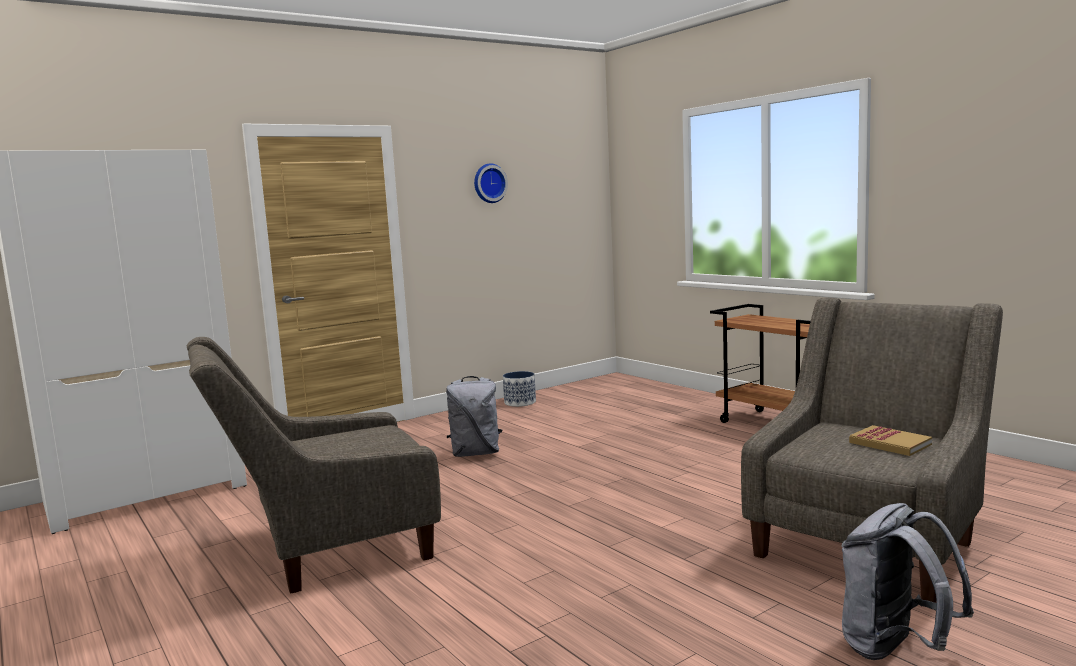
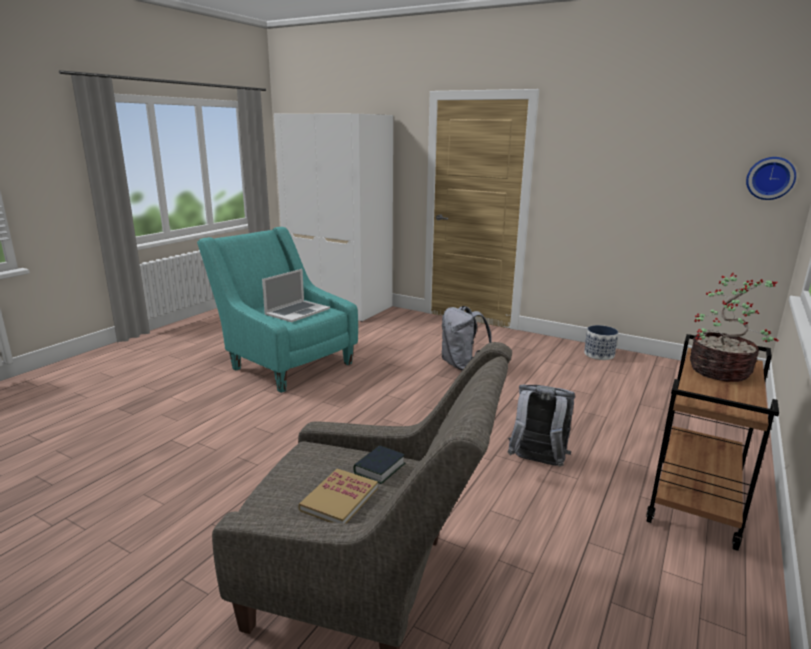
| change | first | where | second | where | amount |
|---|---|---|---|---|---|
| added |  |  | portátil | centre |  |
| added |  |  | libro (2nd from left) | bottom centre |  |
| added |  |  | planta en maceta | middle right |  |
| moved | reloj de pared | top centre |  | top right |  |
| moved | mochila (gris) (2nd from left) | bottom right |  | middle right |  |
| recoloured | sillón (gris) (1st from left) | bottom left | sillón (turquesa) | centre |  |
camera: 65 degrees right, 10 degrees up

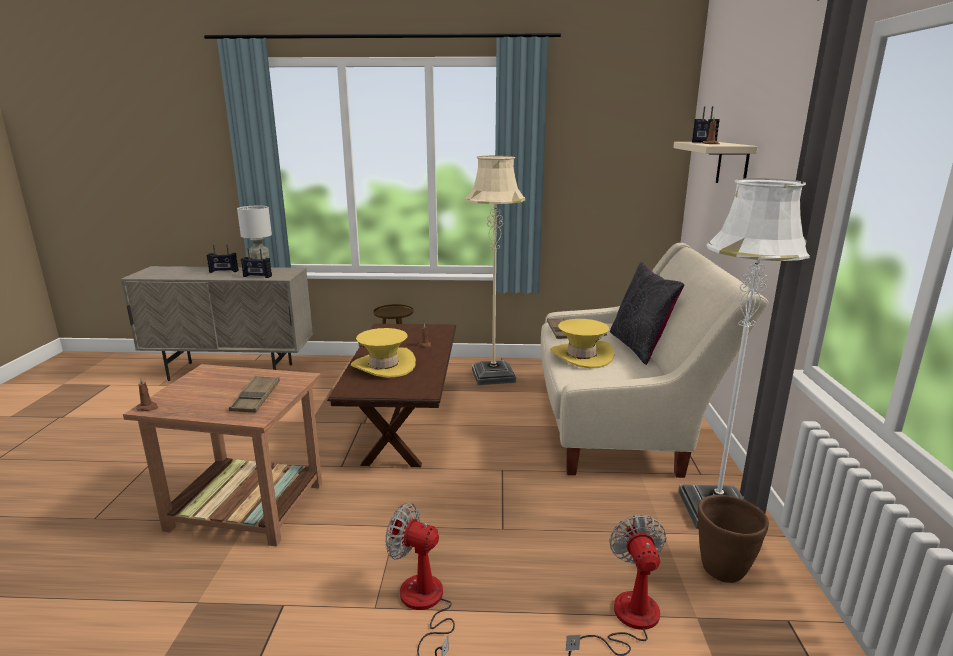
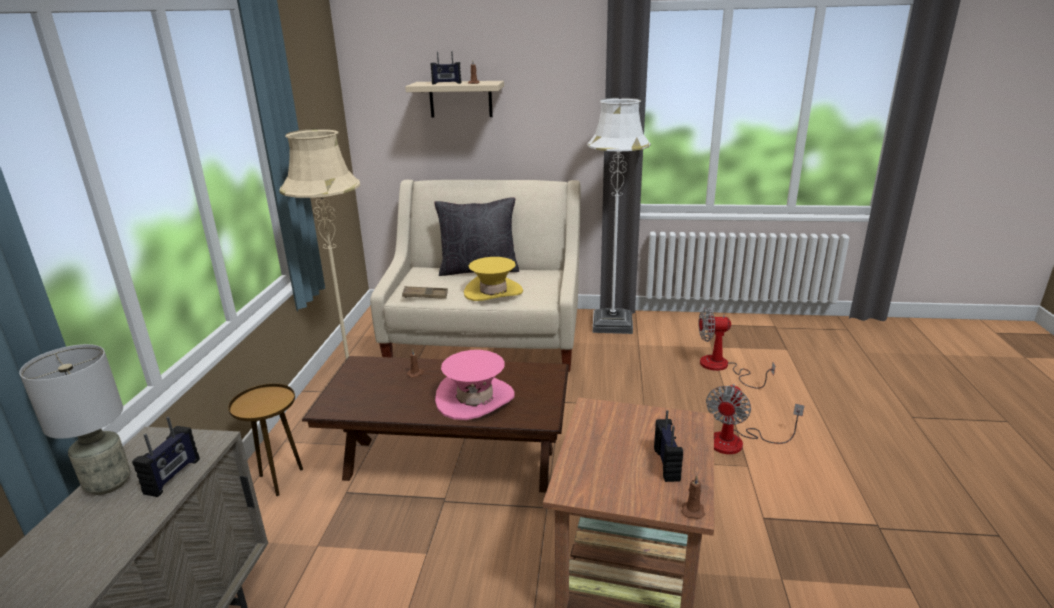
| change | first | where | second | where | amount |
|---|---|---|---|---|---|
| removed | bandeja (marrón) (1st from left) | middle left |  |  |  |
| removed | maceta (marrón) | bottom right |  |  |  |
| moved | radio (1st from left in the first image) | middle left | radio (3rd from left) | bottom centre |  |
| recoloured | sombrero (amarillo) (1st from left) | centre | sombrero (rosa) | centre |  |
camera: 85 degrees left, 5 degrees up

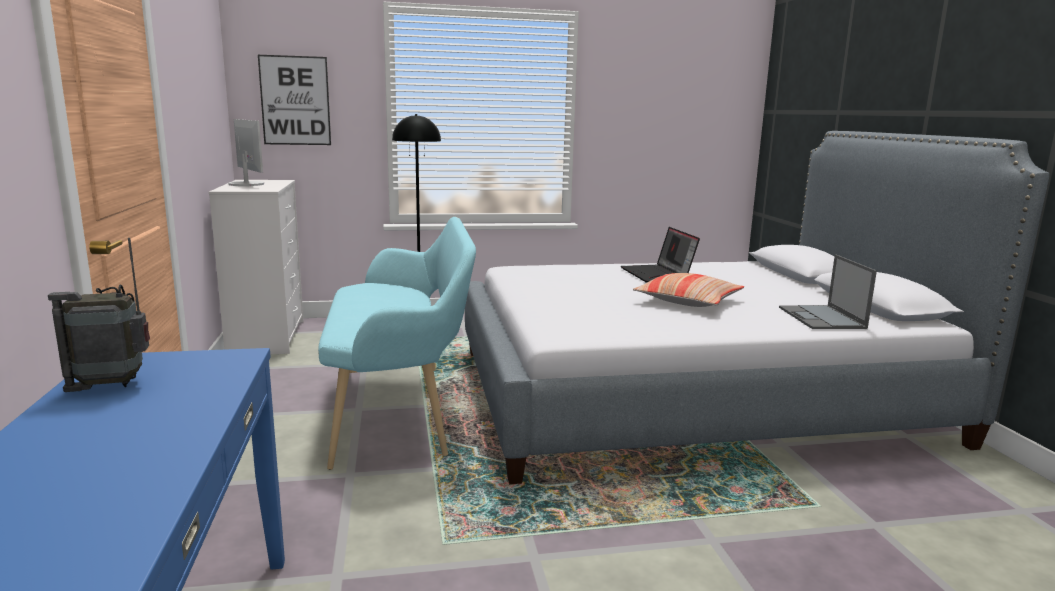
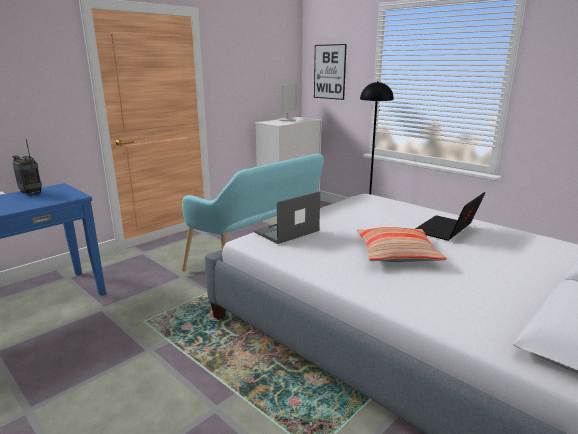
| change | first | where | second | where | amount |
|---|---|---|---|---|---|
| moved | portátil (2nd from left in the first image) | middle right | portátil (1st from left) | centre |  |
camera: 55 degrees right, 5 degrees up

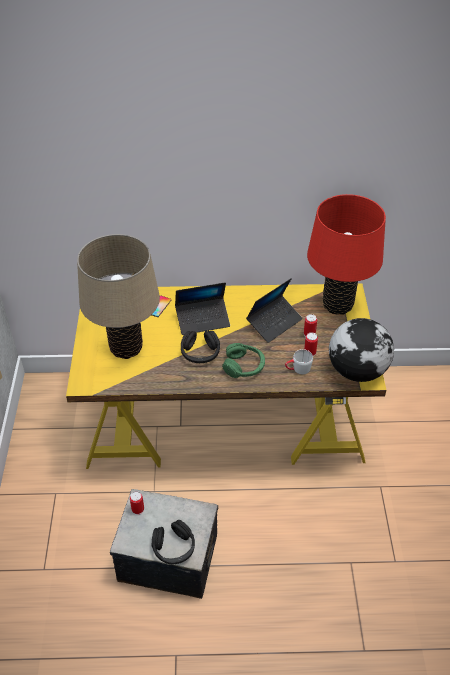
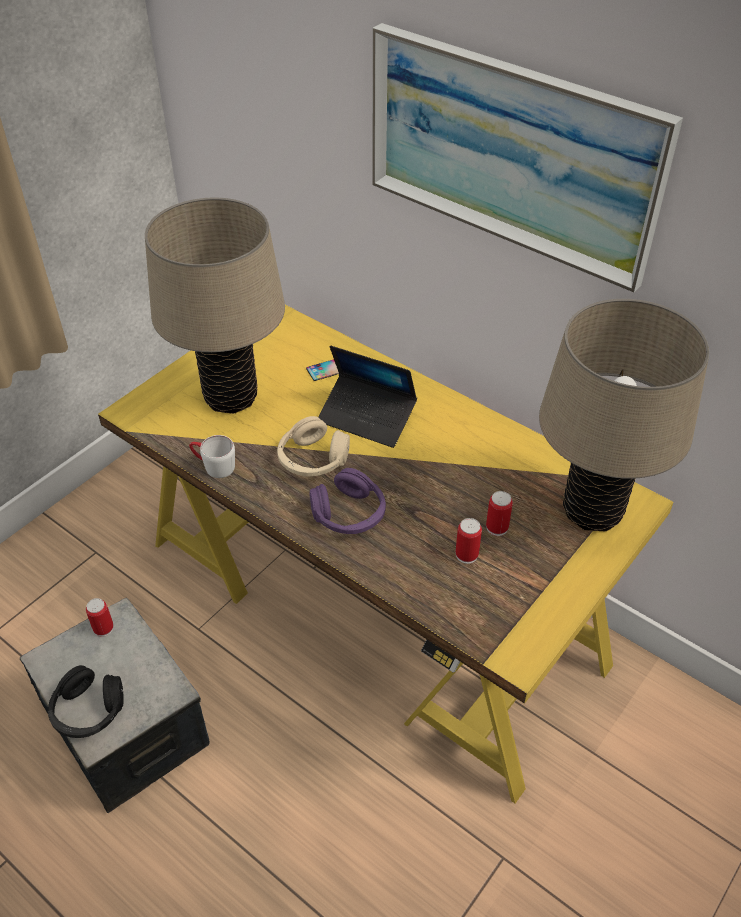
| change | first | where | second | where | amount |
|---|---|---|---|---|---|
| removed | portátil (2nd from left) | centre |  |  |  |
| removed | globo terráqueo | middle right |  |  |  |
| added |  |  | cuadro | top right |  |
| moved | taza grande (blanco) | centre |  | middle left |  |
| recoloured | auriculares (negro) (2nd from left) | centre | auriculares (beis) | centre |  |
| recoloured | auriculares (verde) | centre | auriculares (morado) | centre |  |
| recoloured | lámpara de mesa (rojo) | middle right | lámpara de mesa (beis) (2nd from left) | middle right |  |
camera: 40 degrees right, 0 degrees up

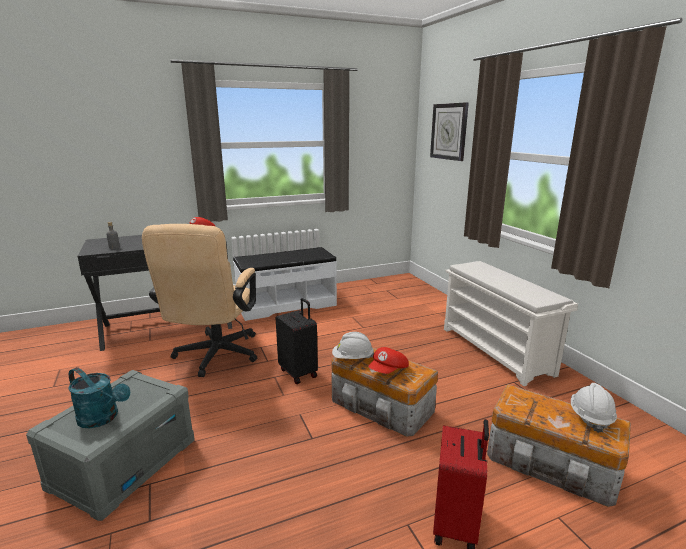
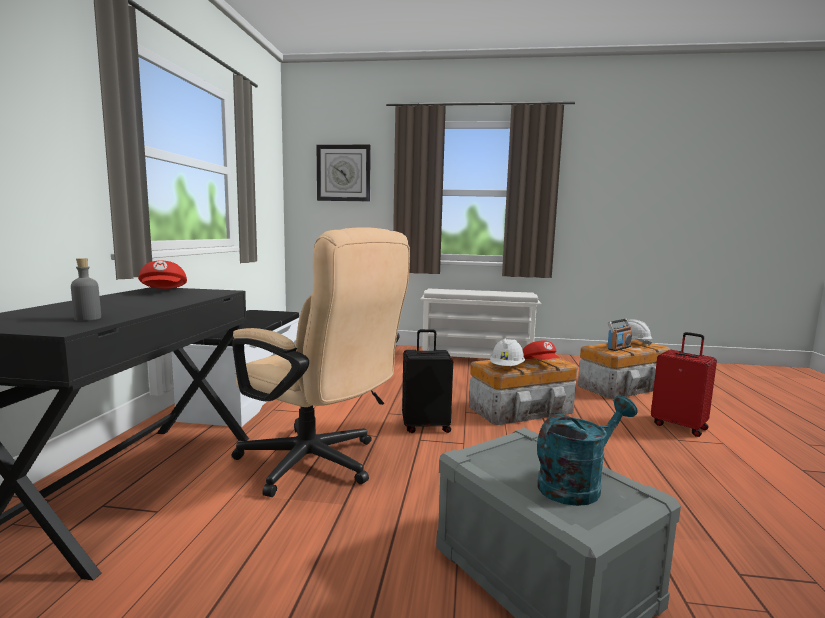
| change | first | where | second | where | amount |
|---|---|---|---|---|---|
| added |  |  | radio | middle right |  |
camera: 60 degrees left, 10 degrees down

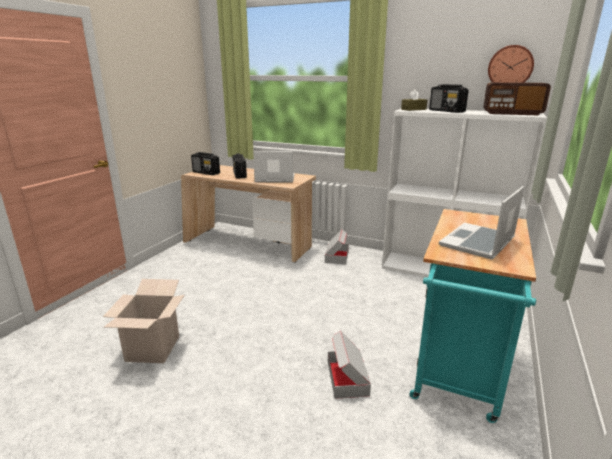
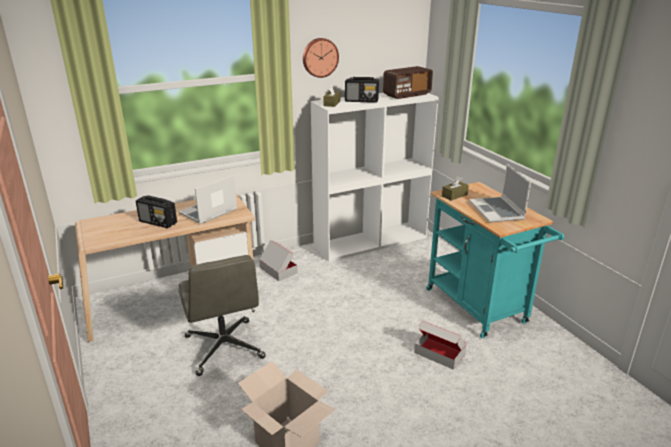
| change | first | where | second | where | amount |
|---|---|---|---|---|---|
| removed | radio (1st from left) | centre |  |  |  |
| added |  |  | silla de oficina (gris) | bottom left |  |
| added |  |  | caja de pañuelos (marrón) (2nd from left) | middle right |  |
| moved | reloj de pared | top right |  | top centre |  |
camera: 50 degrees left, 5 degrees up

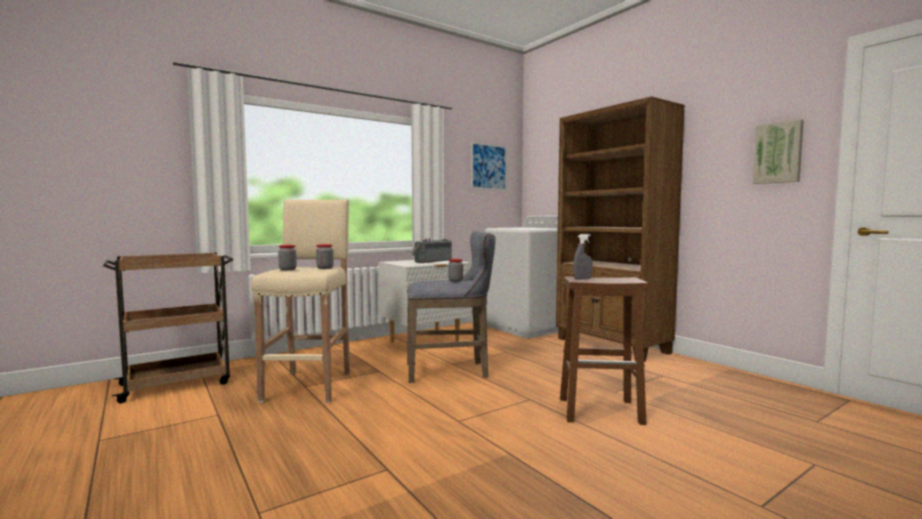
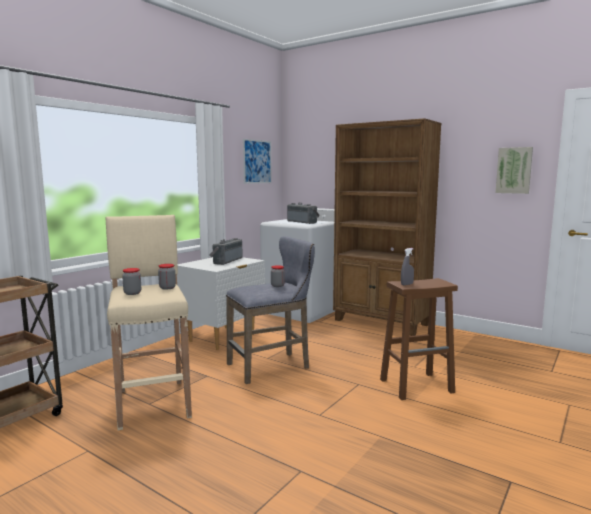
| change | first | where | second | where | amount |
|---|---|---|---|---|---|
| added |  |  | radio (2nd from left) | centre |  |
camera: 20 degrees left, 5 degrees up

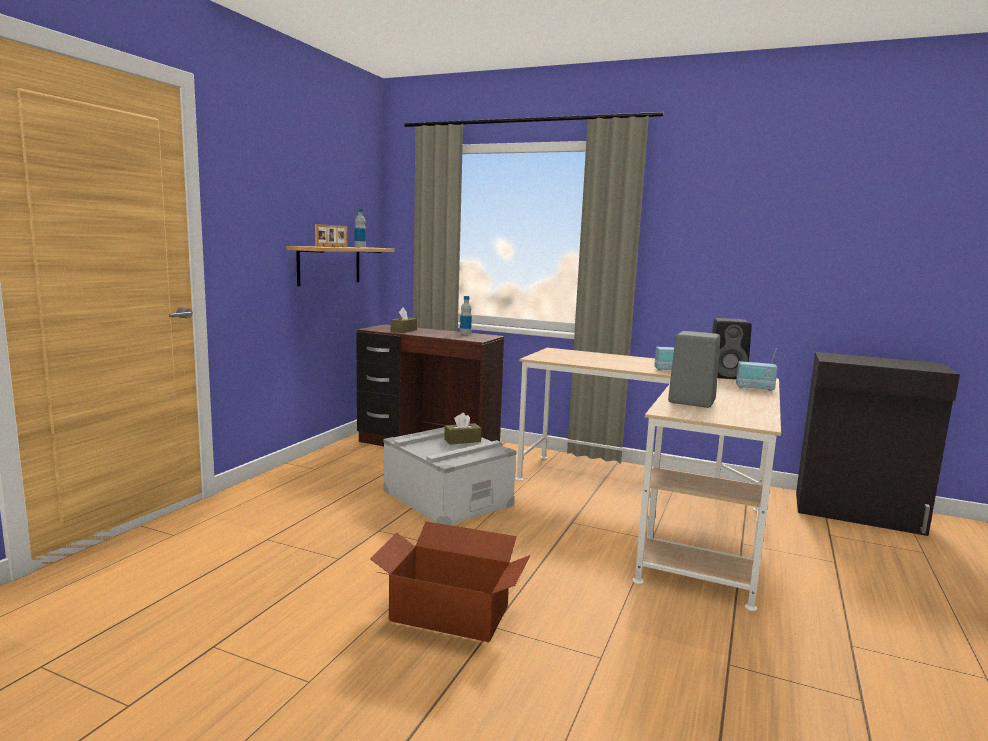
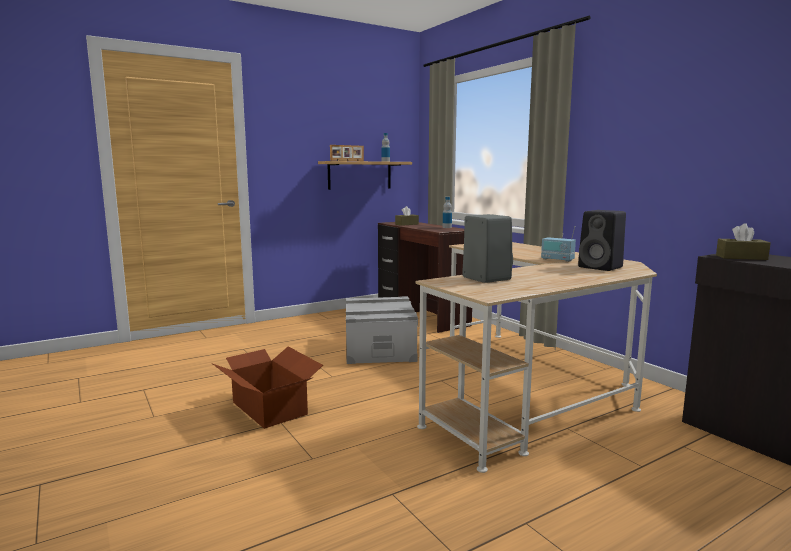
| change | first | where | second | where | amount |
|---|---|---|---|---|---|
| removed | radio (2nd from left) | middle right |  |  |  |
| moved | caja de pañuelos (marrón) (2nd from left) | centre |  | middle right |  |
camera: 35 degrees right, 0 degrees up

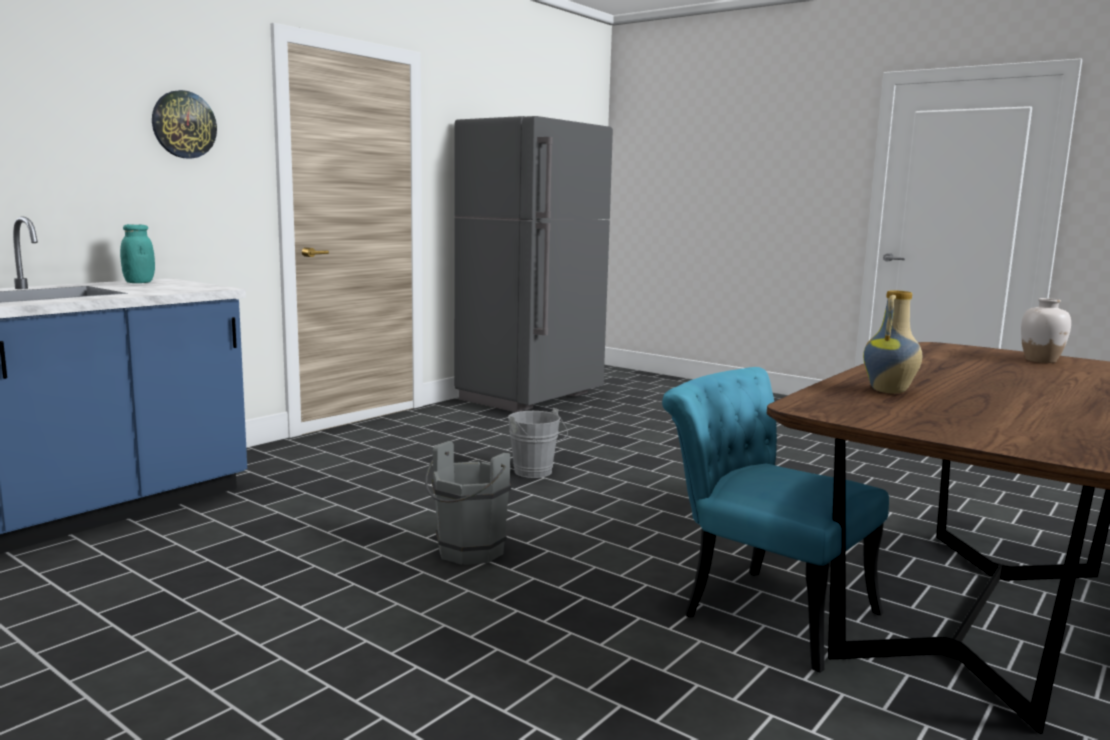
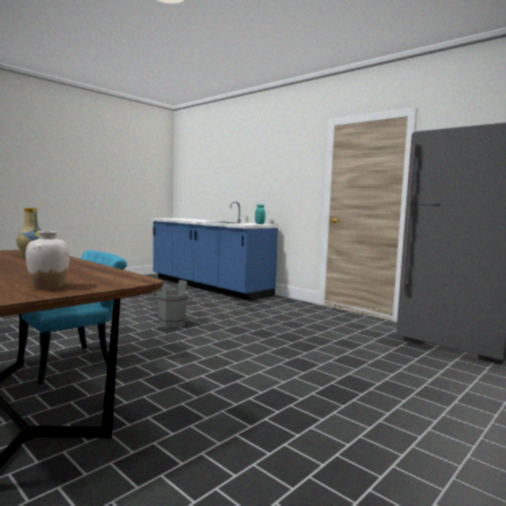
| change | first | where | second | where | amount |
|---|---|---|---|---|---|
| removed | reloj de pared | top left |  |  |  |
| removed | cubo (gris) (2nd from left) | centre |  |  |  |
camera: 95 degrees right, 5 degrees down

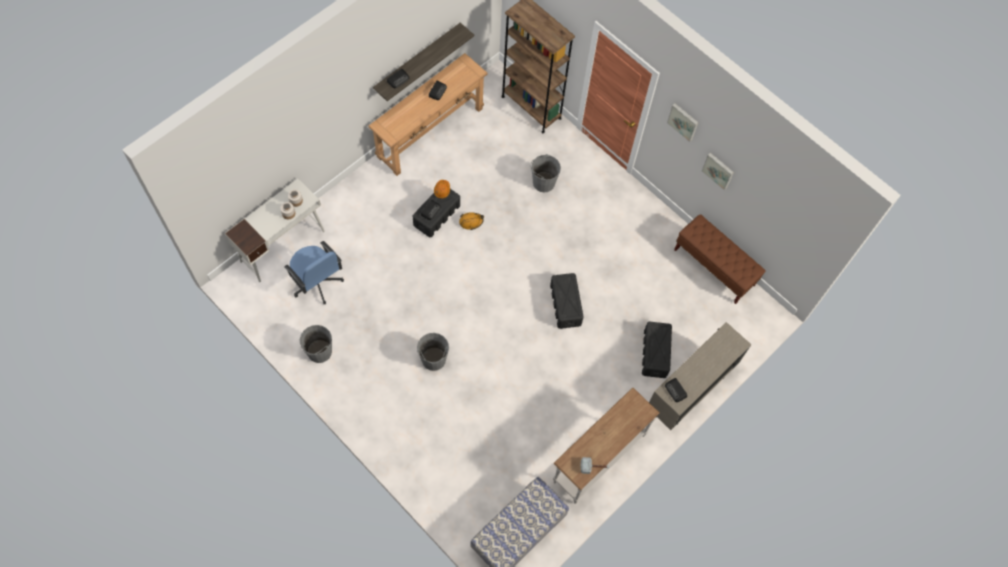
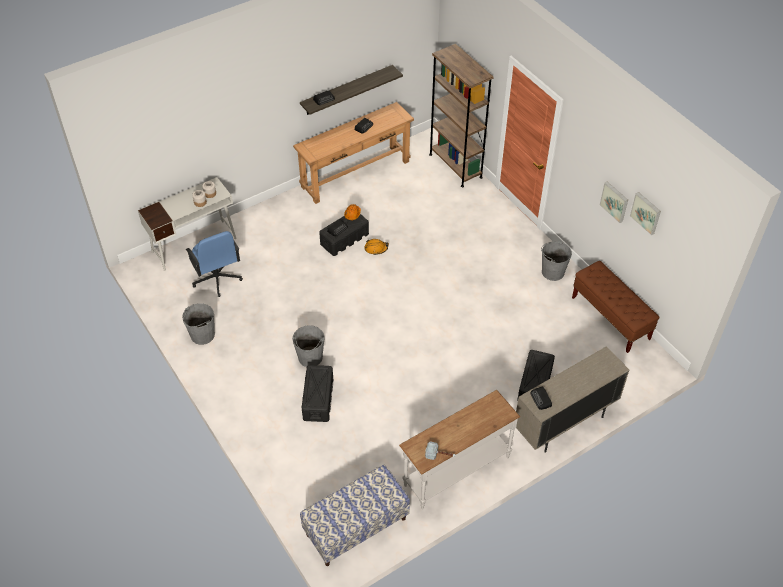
| change | first | where | second | where | amount |
|---|---|---|---|---|---|
| moved | cubo (gris) (3rd from left) | top centre |  | middle right |  |
| moved | caja de almacenaje (negro) (2nd from left in the first image) | centre | caja de almacenaje (negro) (1st from left) | bottom centre |  |
| moved | cuadro (1st from left in the first image) | top right | cuadro (2nd from left) | middle right |  |
camera: 15 degrees right, 15 degrees down

